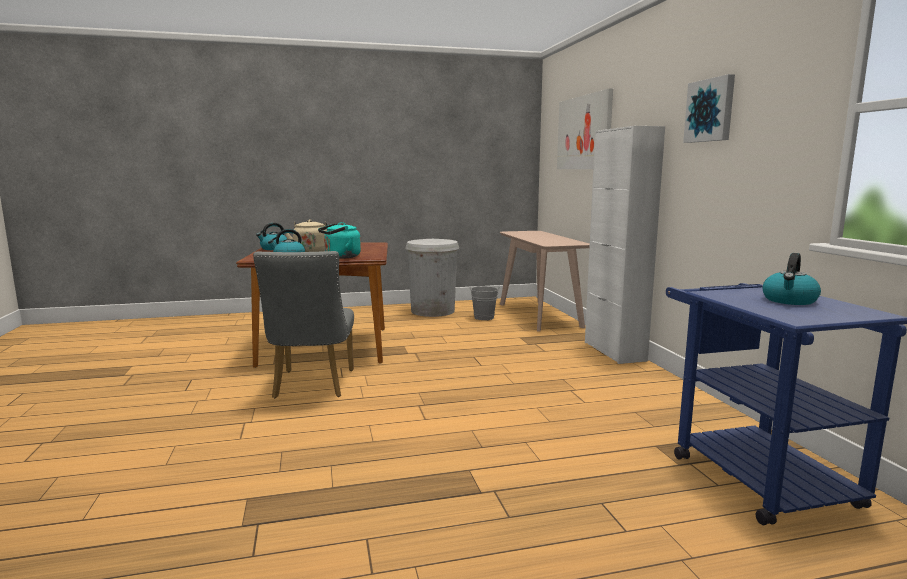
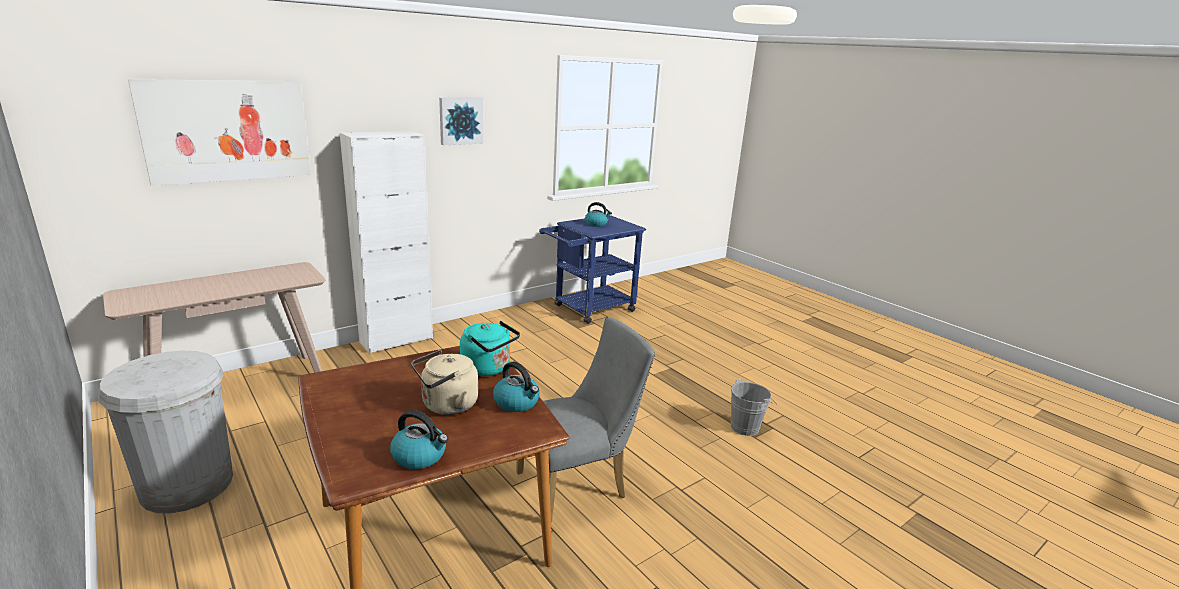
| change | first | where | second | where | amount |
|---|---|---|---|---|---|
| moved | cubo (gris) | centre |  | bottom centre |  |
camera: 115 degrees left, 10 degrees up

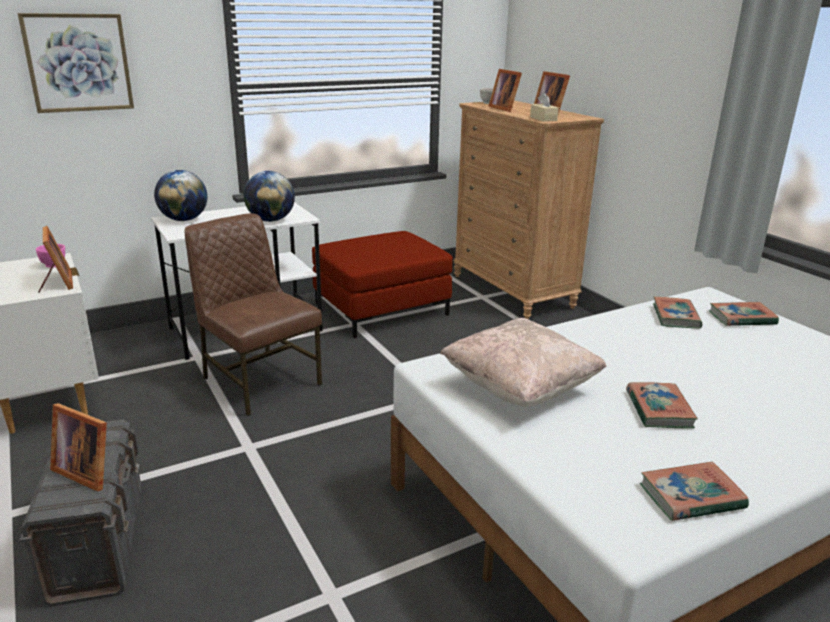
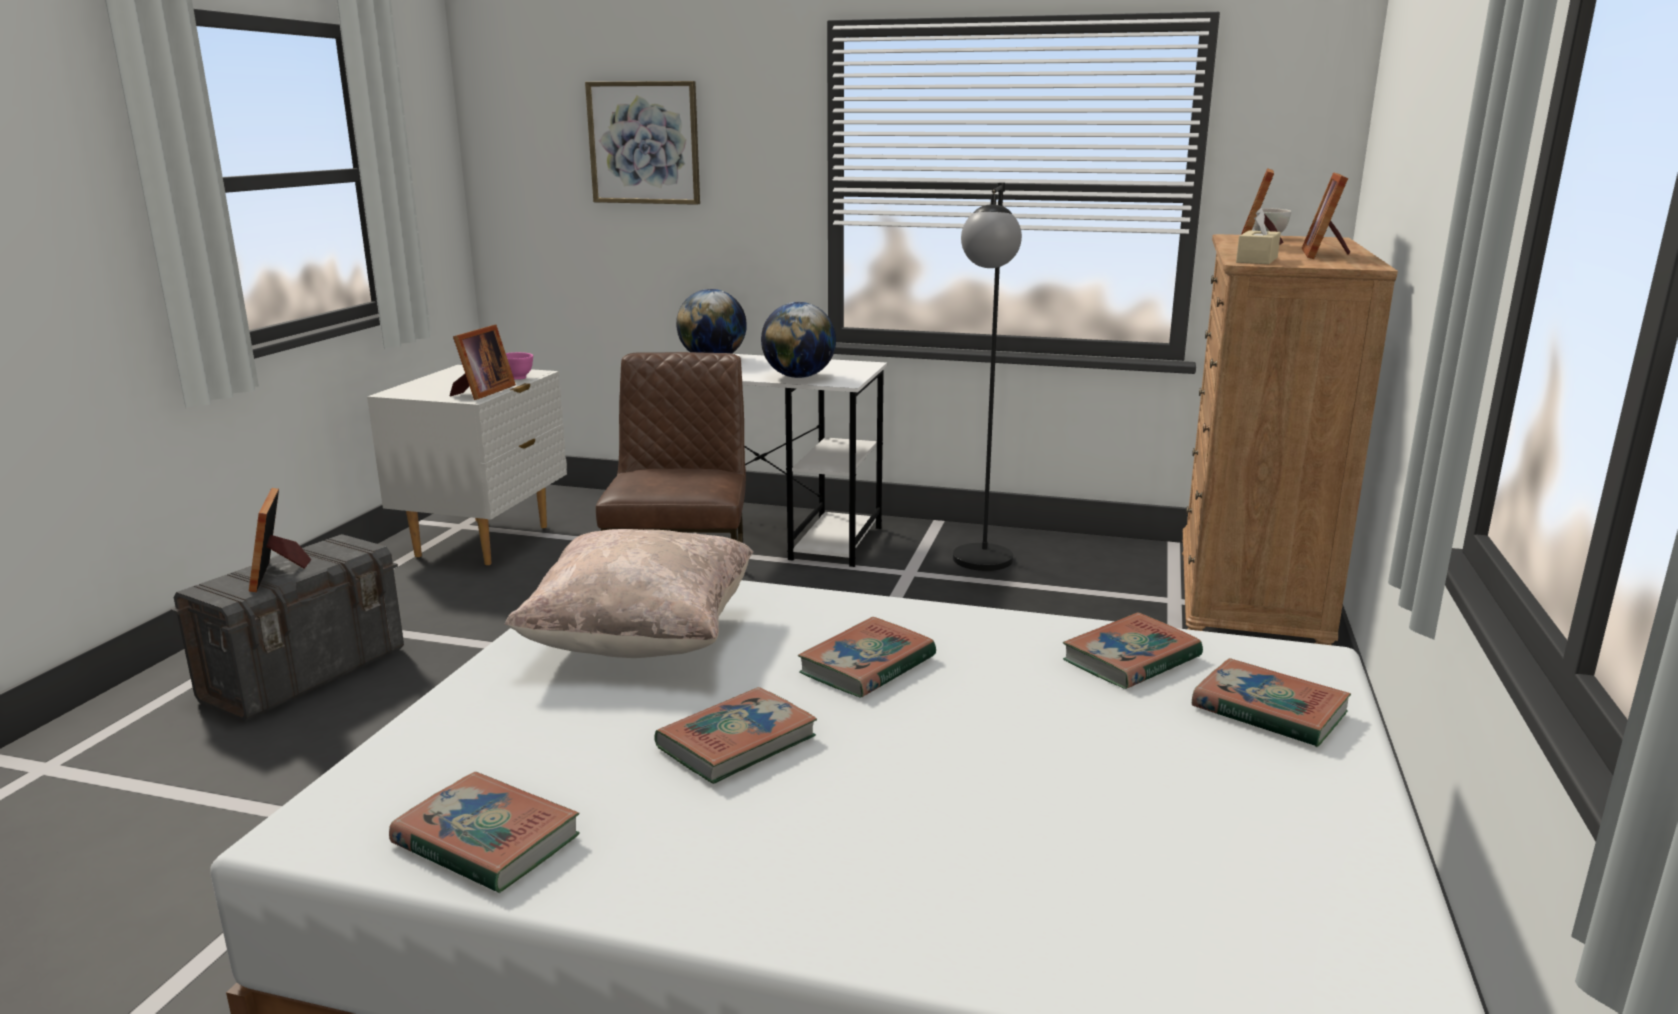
| change | first | where | second | where | amount |
|---|---|---|---|---|---|
| added |  |  | libro (3rd from left) | centre |  |
| replaced | puf (rojo) | centre | lámpara de pie (negro) | centre |  |
camera: 45 degrees right, 5 degrees down

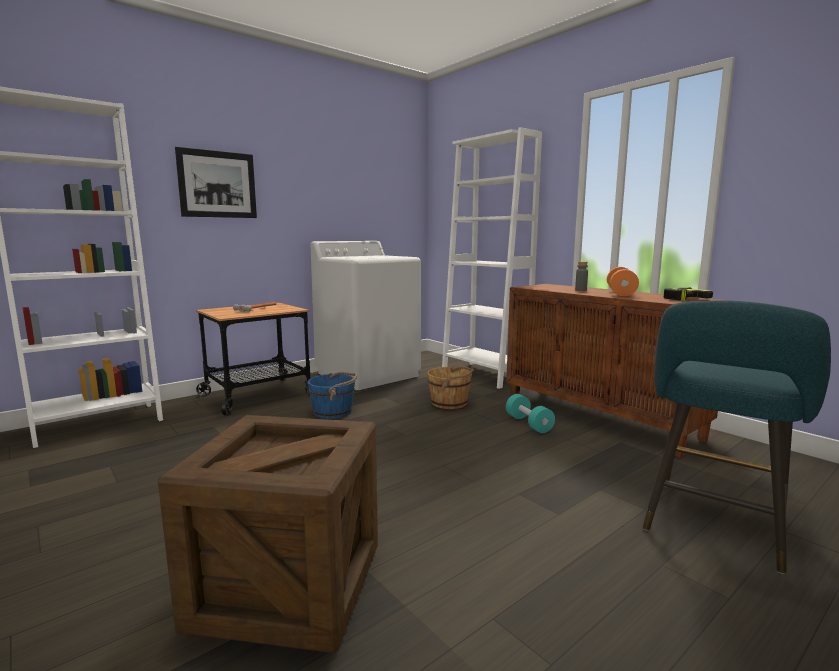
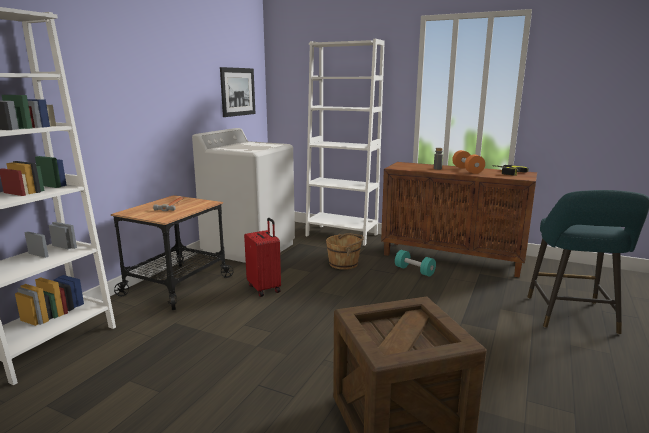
| change | first | where | second | where | amount |
|---|---|---|---|---|---|
| moved | cuadro | top left |  | top centre |  |
| replaced | cubo (azul) | centre | maleta (rojo) | centre |  |
camera: 25 degrees left, 5 degrees up

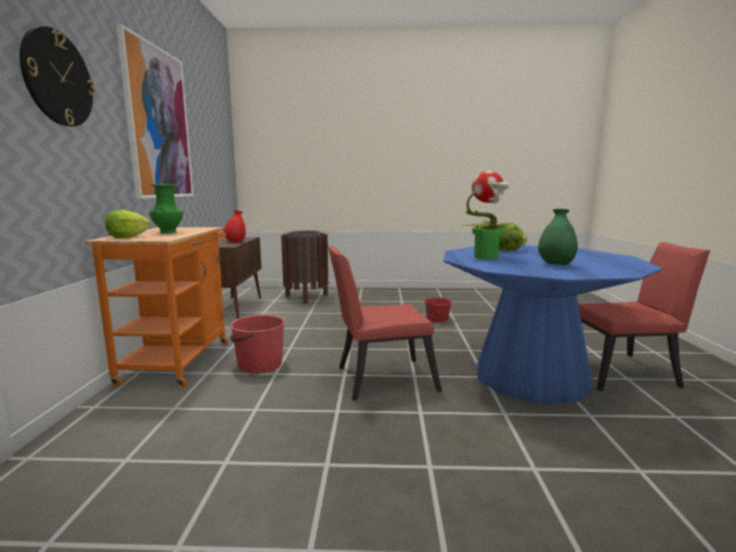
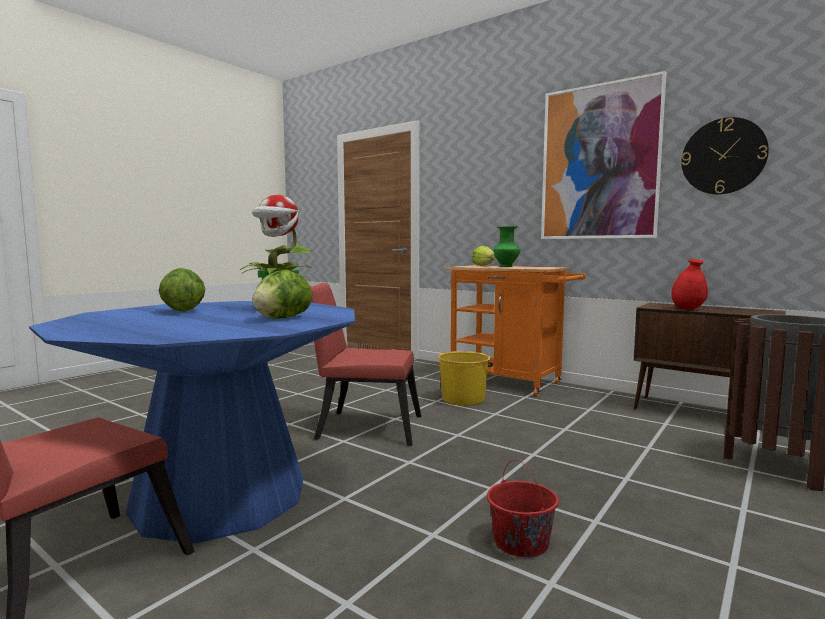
| change | first | where | second | where | amount |
|---|---|---|---|---|---|
| moved | reloj de pared | top left |  | top right |  |
| replaced | florero (verde) (2nd from left) | middle right | lechuga (1st from left) | middle left |  |
| recoloured | cubo (rojo) (1st from left) | centre | cubo (amarillo) | centre |  |
| turned | silla (rojo) (1st from left in the first image) | centre | silla (rojo) (2nd from left) | centre | 105 degrees counterclockwise |
camera: 125 degrees right, 5 degrees down

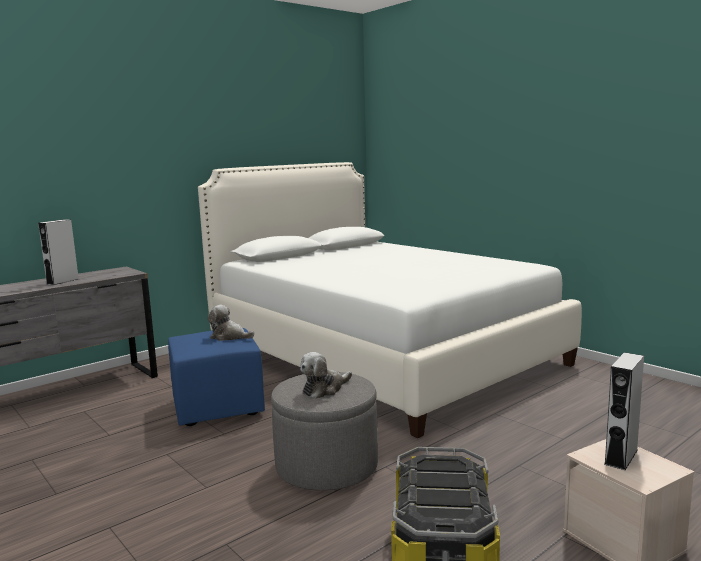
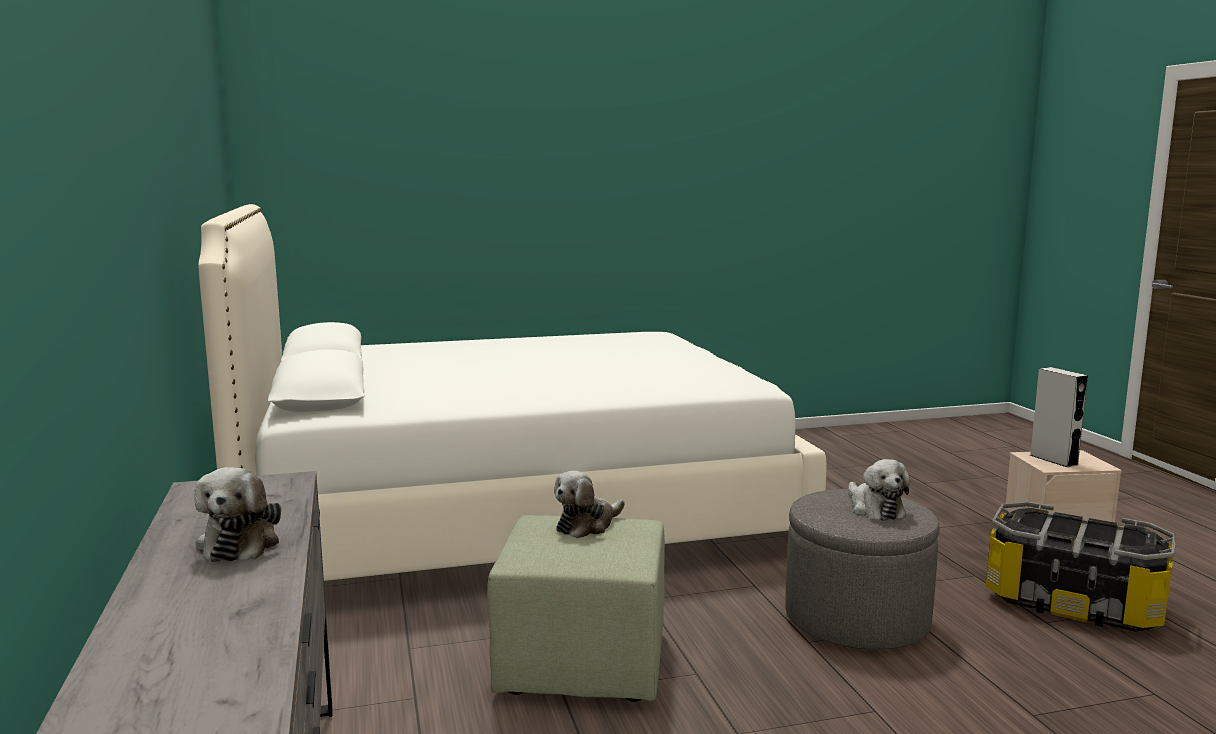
| change | first | where | second | where | amount |
|---|---|---|---|---|---|
| replaced | altavoz (gris) (1st from left) | middle left | peluche (1st from left) | bottom left |  |
| recoloured | puf (azul) | bottom left | puf (verde) | bottom centre |  |
camera: 65 degrees left, 0 degrees up

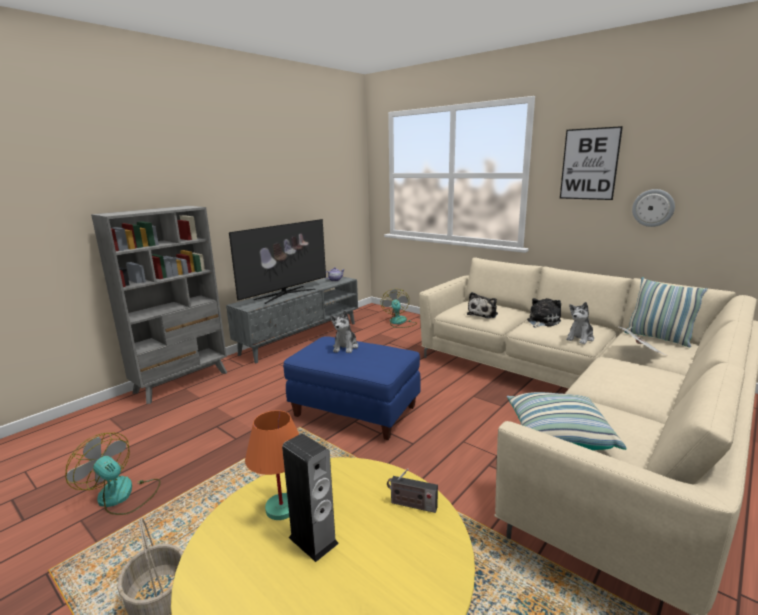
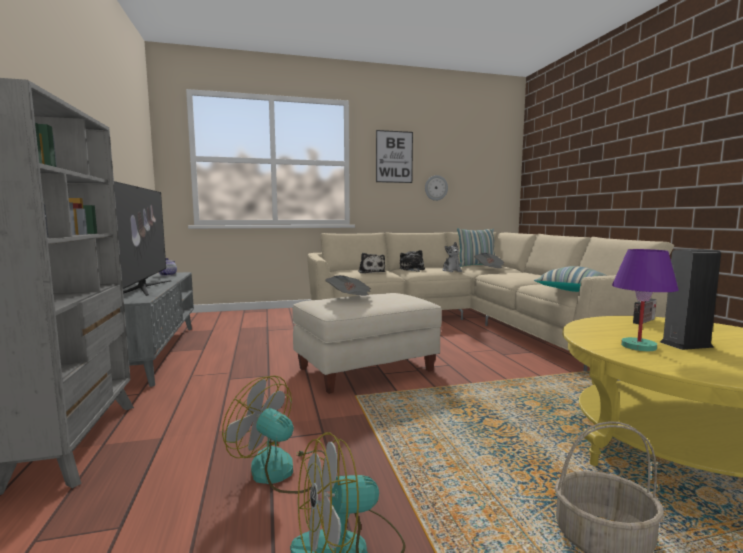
| change | first | where | second | where | amount |
|---|---|---|---|---|---|
| moved | ventilador (2nd from left in the first image) | centre | ventilador (1st from left) | bottom centre |  |
| replaced | peluche (1st from left) | centre | periódico (1st from left) | centre |  |
| recoloured | lámpara de mesa (naranja) | bottom centre | lámpara de mesa (morado) | middle right |  |
| recoloured | puf (azul) | centre | puf (beis) | centre |  |
camera: 55 degrees left, 10 degrees down

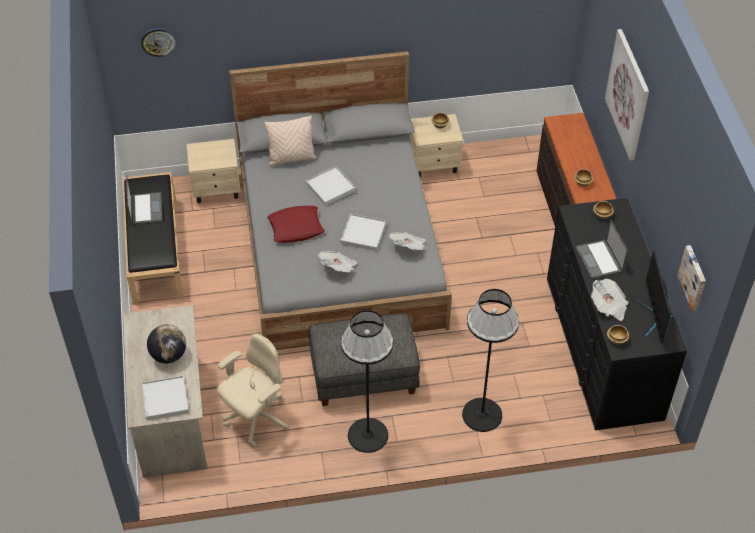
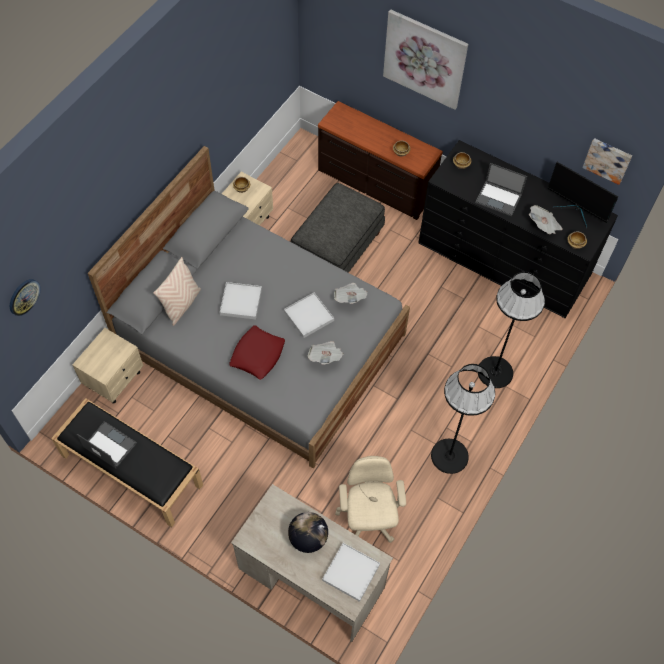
| change | first | where | second | where | amount |
|---|---|---|---|---|---|
| moved | puf (gris) | bottom centre |  | centre |  |
camera: 50 degrees left, 10 degrees up

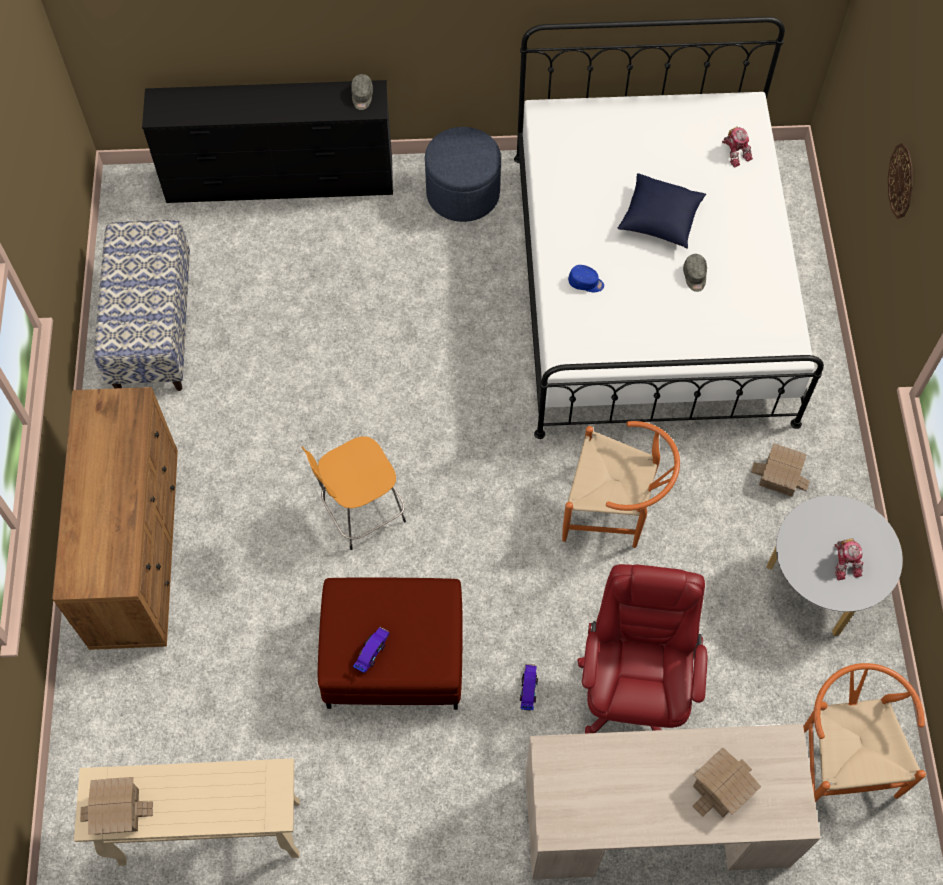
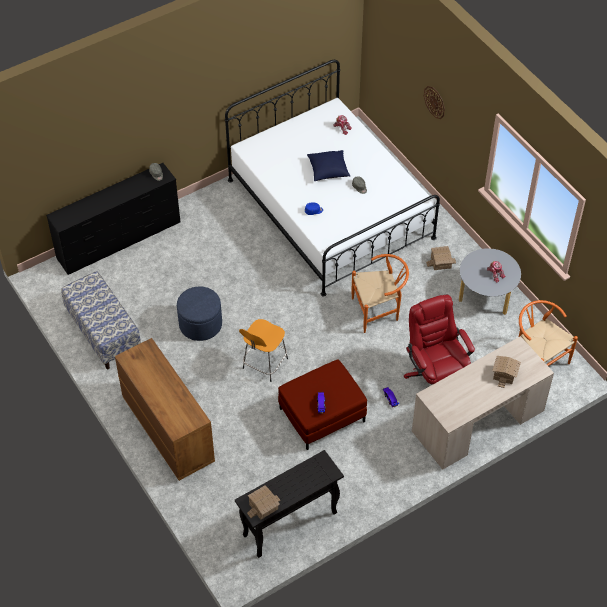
| change | first | where | second | where | amount |
|---|---|---|---|---|---|
| moved | puf (azul) | top centre |  | middle left |  |
| recoloured | mesa consola (beis) | bottom left | mesa consola (negro) | bottom centre |  |
camera: 30 degrees left, 10 degrees down

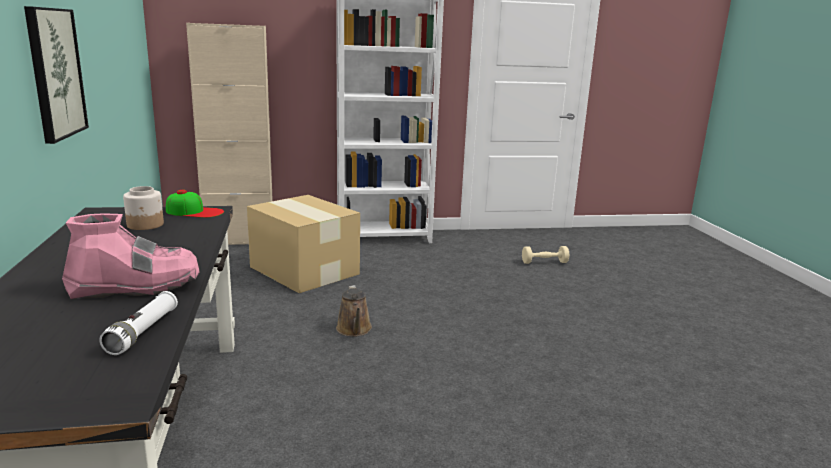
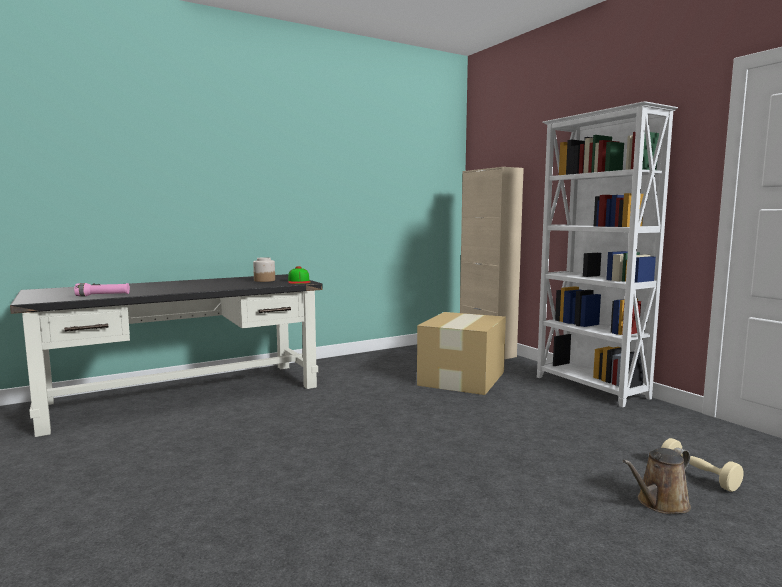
| change | first | where | second | where | amount |
|---|---|---|---|---|---|
| removed | cuadro | top left |  |  |  |
| removed | bota (rosa) | middle left |  |  |  |
| moved | regadera (marrón) | centre |  | bottom right |  |
| recoloured | linterna (blanco) | bottom left | linterna (rosa) | middle left |  |
camera: 70 degrees right, 10 degrees down

